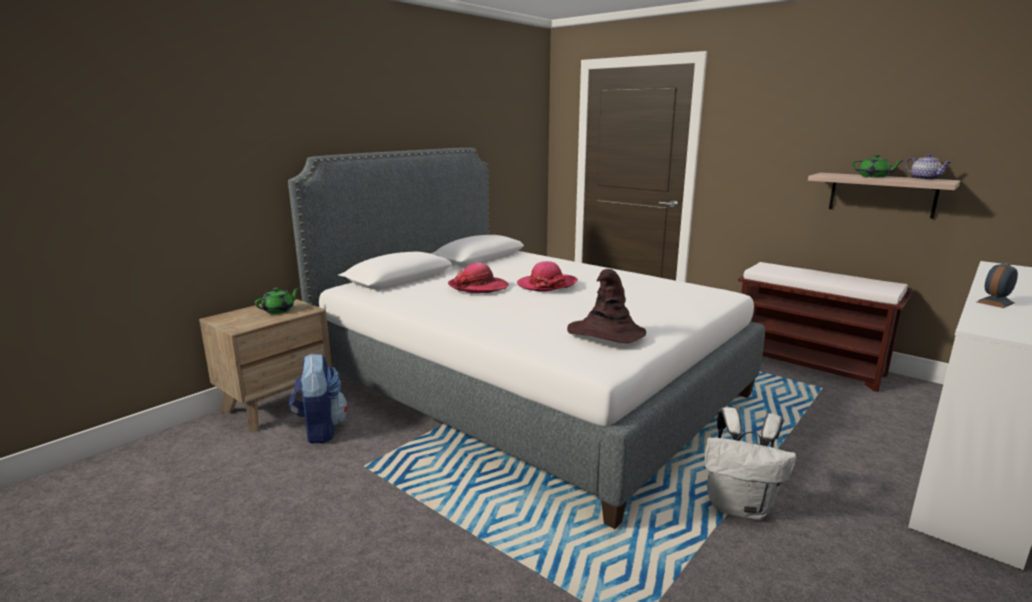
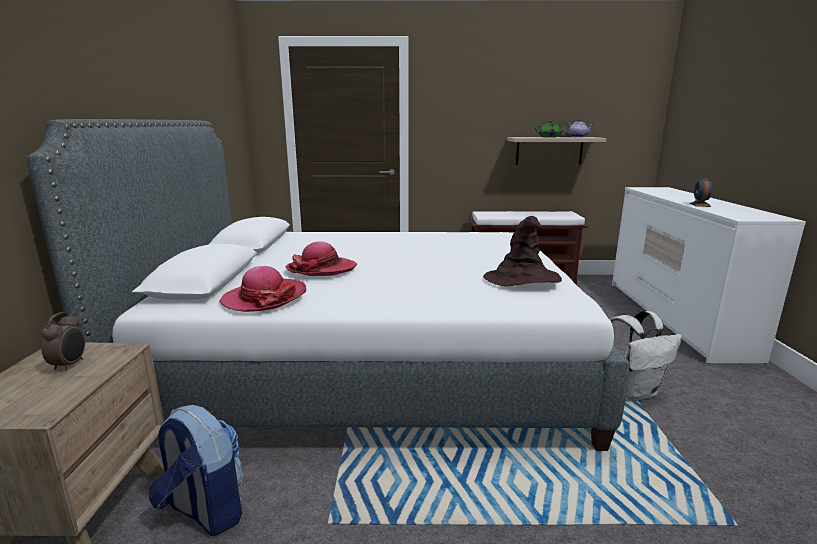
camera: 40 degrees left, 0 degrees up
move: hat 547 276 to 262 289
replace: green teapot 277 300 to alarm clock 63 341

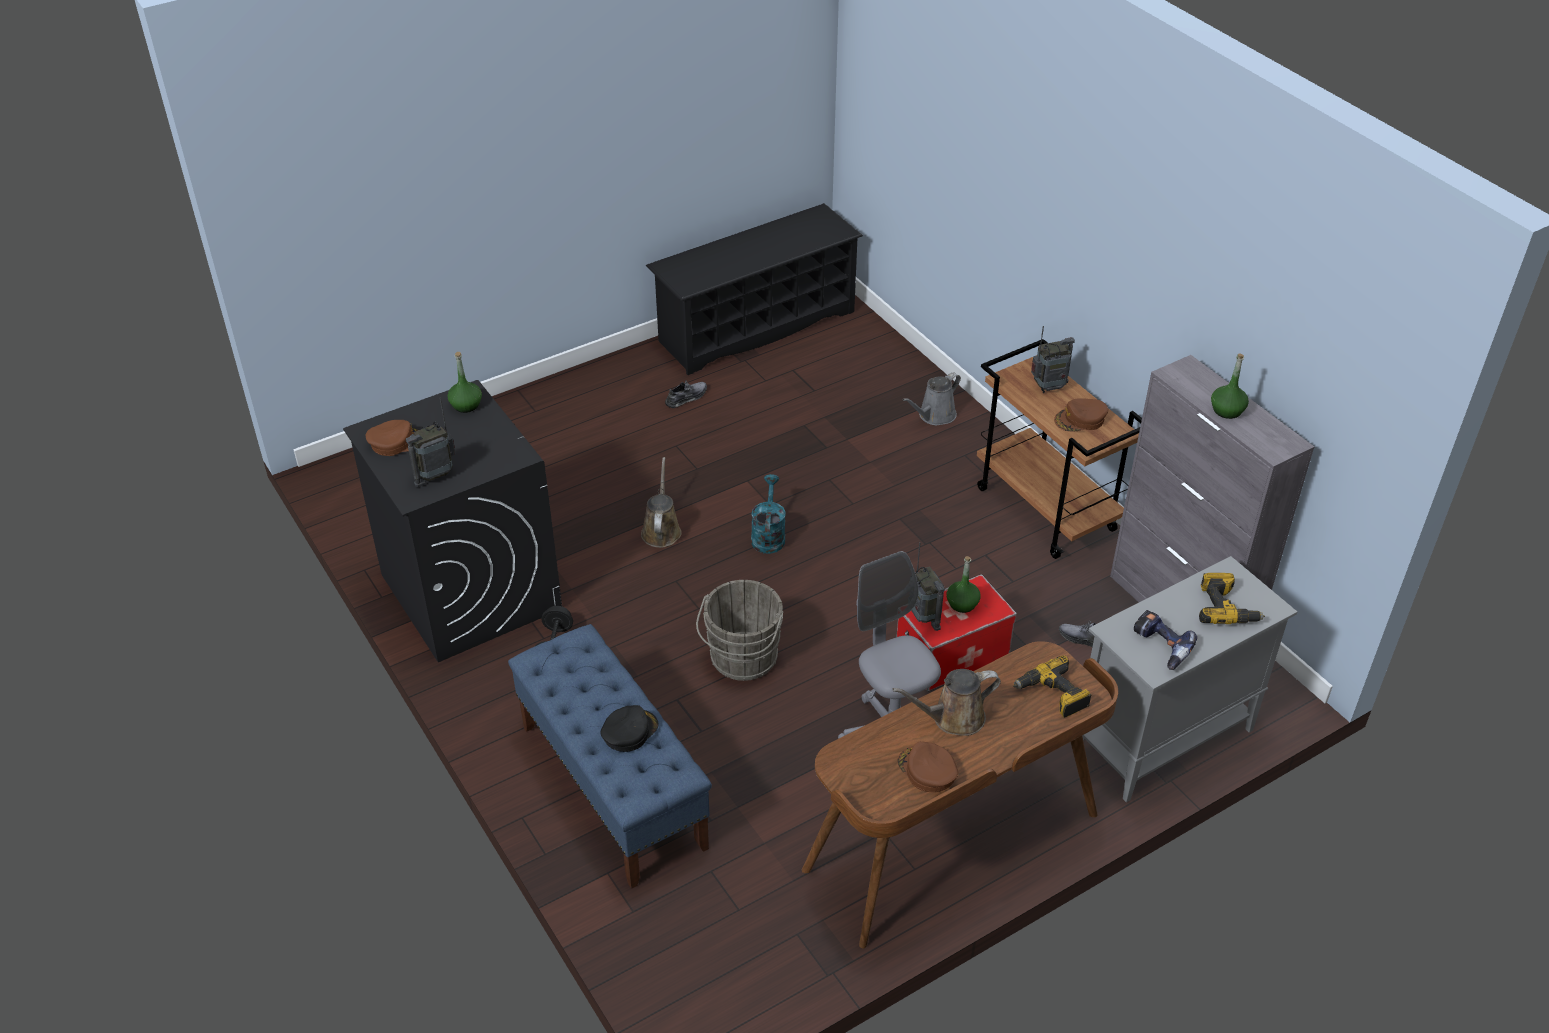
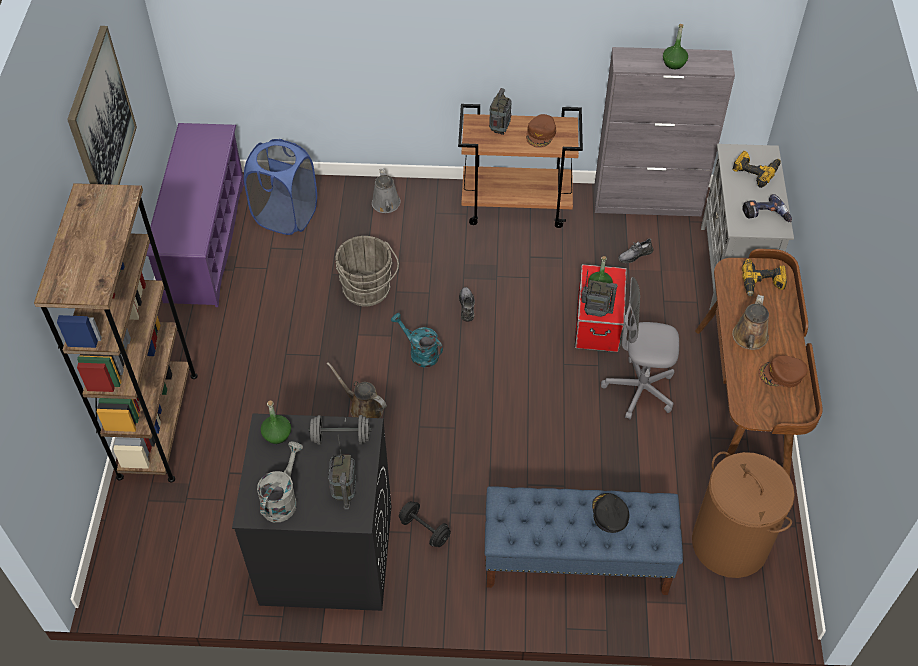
camera: 55 degrees left, 10 degrees up
insert: brown bookcase 116 332; picture 102 105; blue laundry basket 280 187; grey dumbbell 340 430; brown laundry basket 743 514
move: grey shoe 686 394 to 467 304; grey bucket 740 630 to 367 271
replace: brown cap 392 438 to grey watering can 280 481
recolor: black shoe rack 754 289 to purple shoe rack 195 215

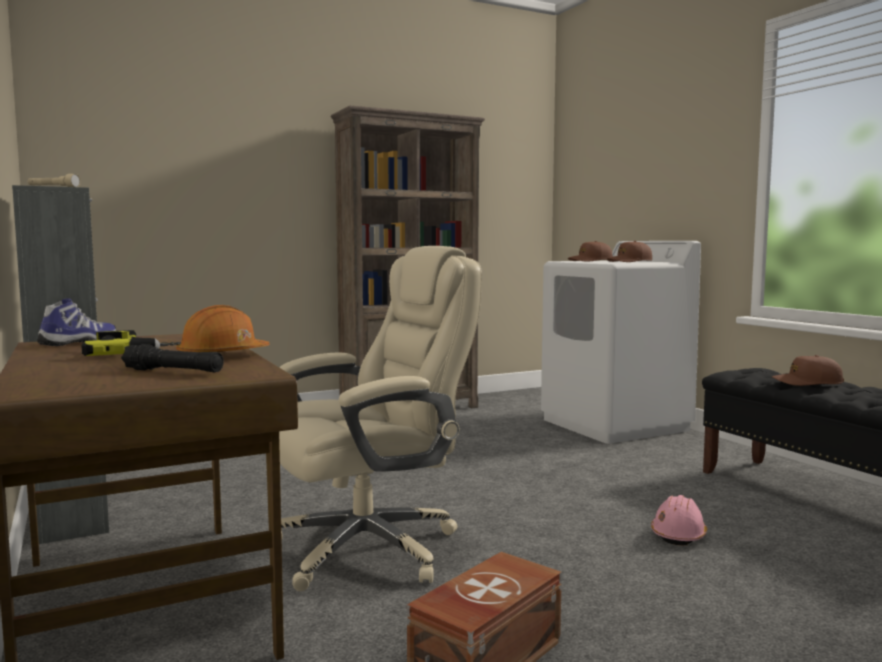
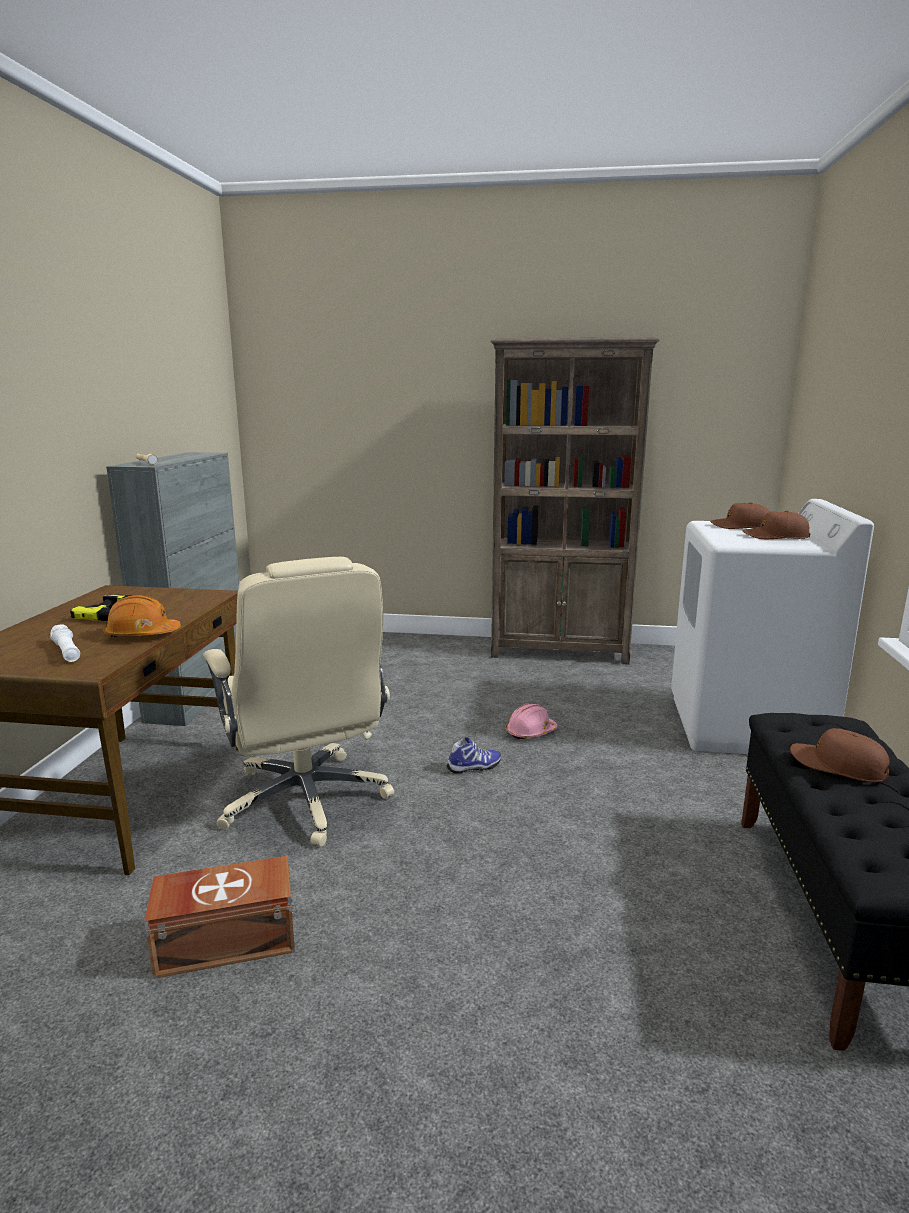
camera: 35 degrees right, 10 degrees up
move: shoe 76 322 to 474 755; pink hard hat 679 520 to 531 721
recolor: black flashlight 172 358 to white flashlight 65 643
rotate: beige office chair 375 418 = 298 702 60 degrees clockwise

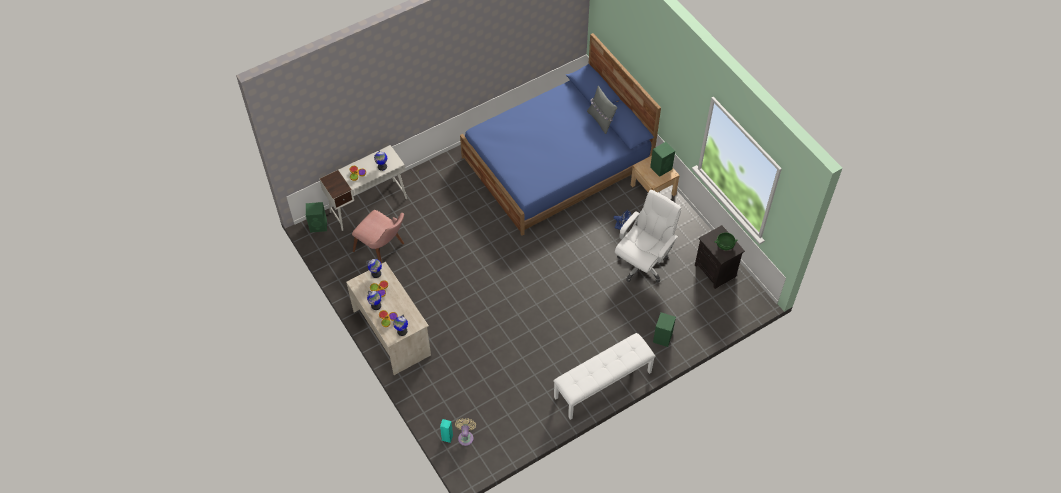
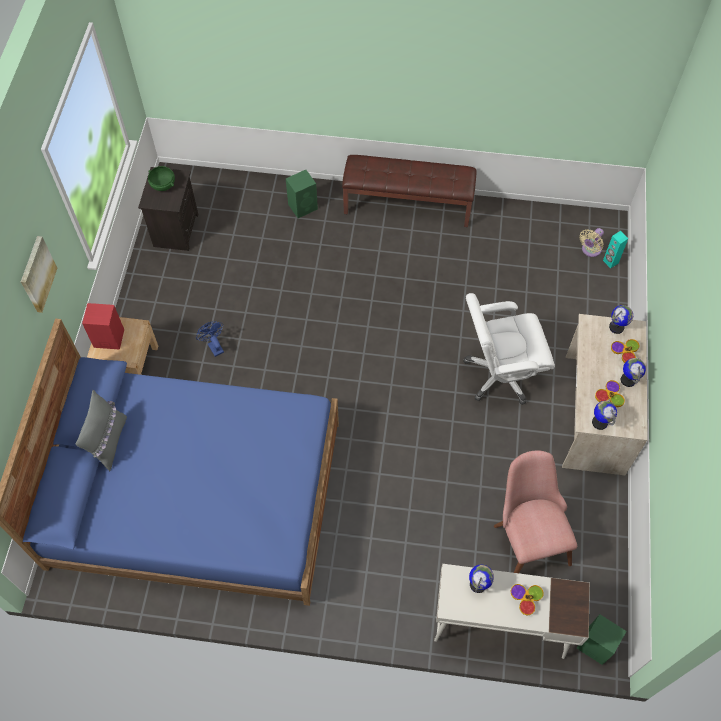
camera: 140 degrees left, 5 degrees up
insert: picture 39 274
move: white office chair 648 236 to 509 349
recolor: white bench 604 376 to brown bench 409 191; green speaker 662 159 to red speaker 103 326

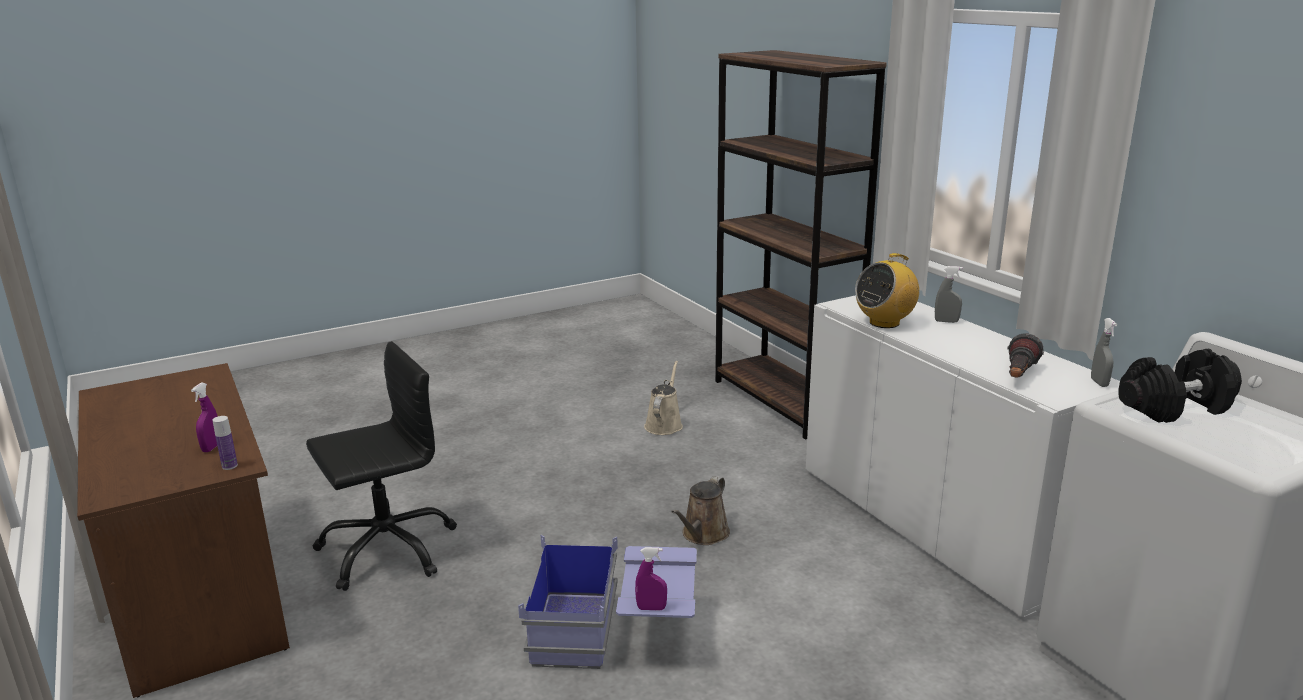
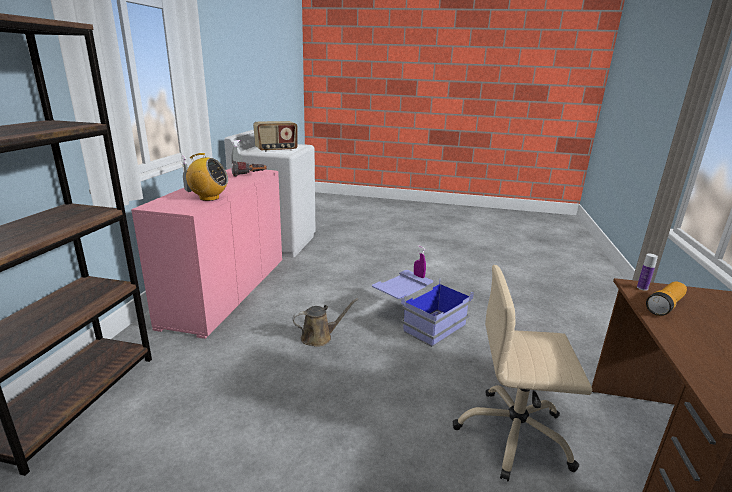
camera: 140 degrees left, 0 degrees up
delete: beige watering can 663 398
replace: purple spray bottle 204 417 to flashlight 666 298; black dumbbell 1180 385 to radio 275 136
recolor: black office chair 381 466 to beige office chair 522 373; white cabinet 963 457 to pink cabinet 206 253

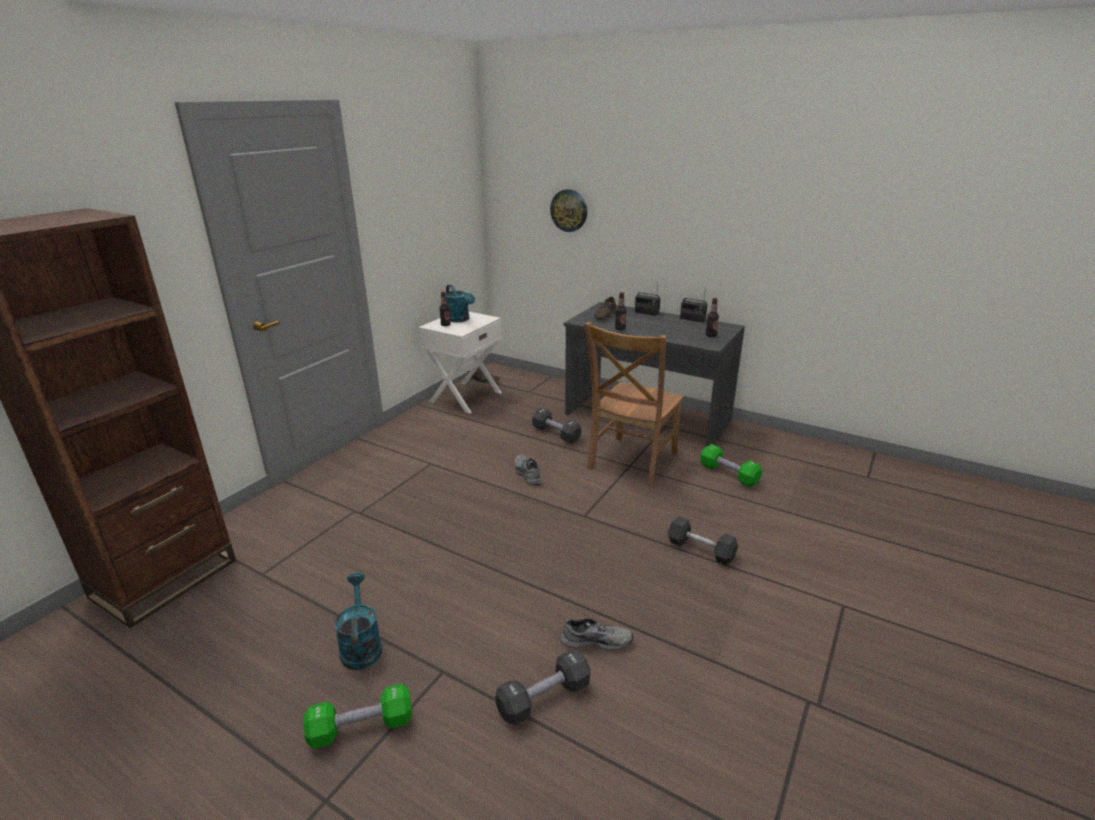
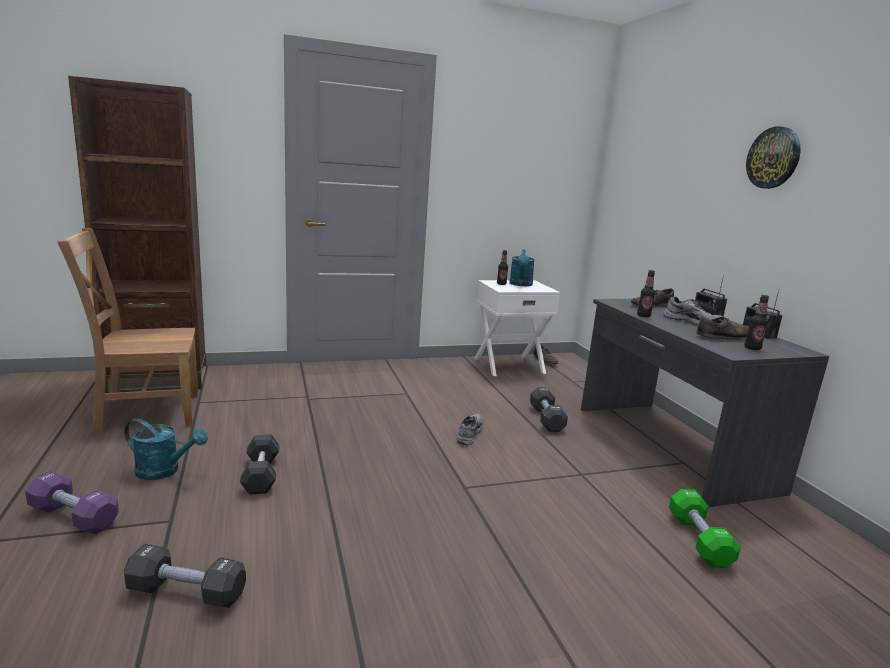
camera: 40 degrees right, 10 degrees down
insert: brown shoe 722 328
move: wall clock 568 210 to 773 157; grey shoe 597 634 to 693 311; brown chair 634 404 to 127 331; grey dumbbell 703 540 to 260 464
recolor: green dumbbell 357 716 to purple dumbbell 72 502
rotate: turquoise watering can 358 621 = 166 449 75 degrees clockwise

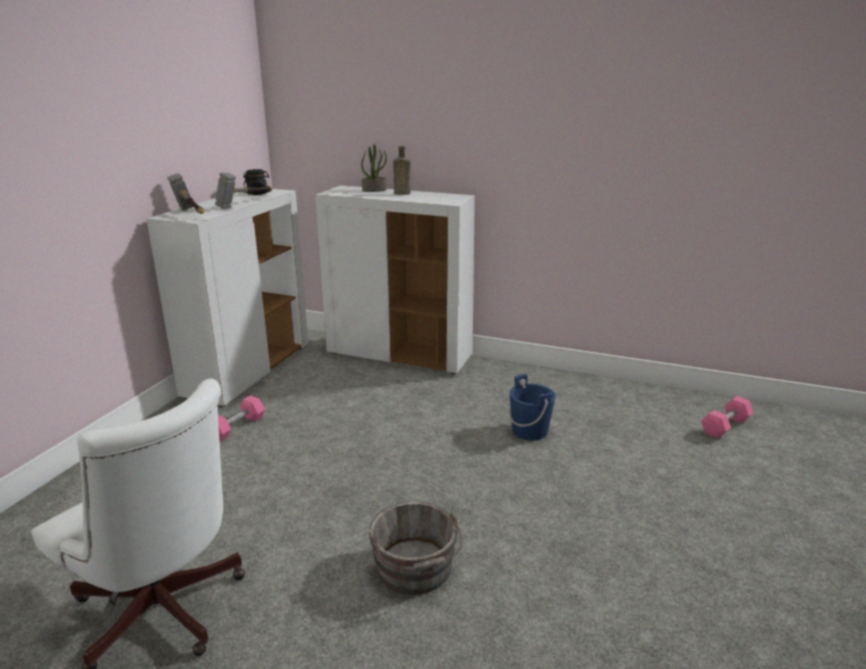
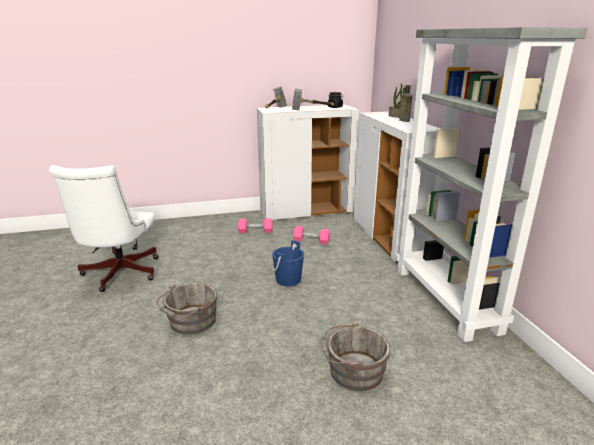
camera: 55 degrees right, 0 degrees up
insert: grey bucket 356 356; grey bookcase 492 184
move: blue bucket 532 407 to 288 263; pink dumbbell 727 417 to 311 235

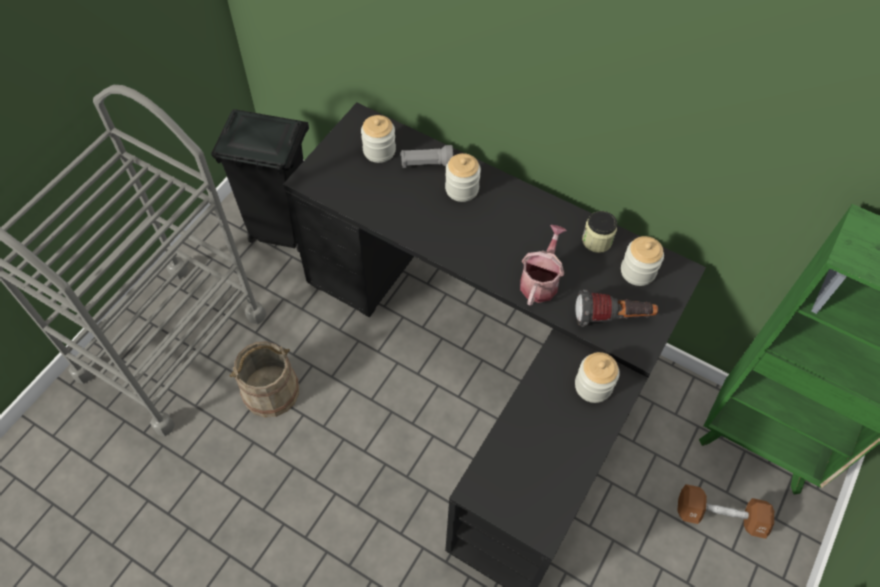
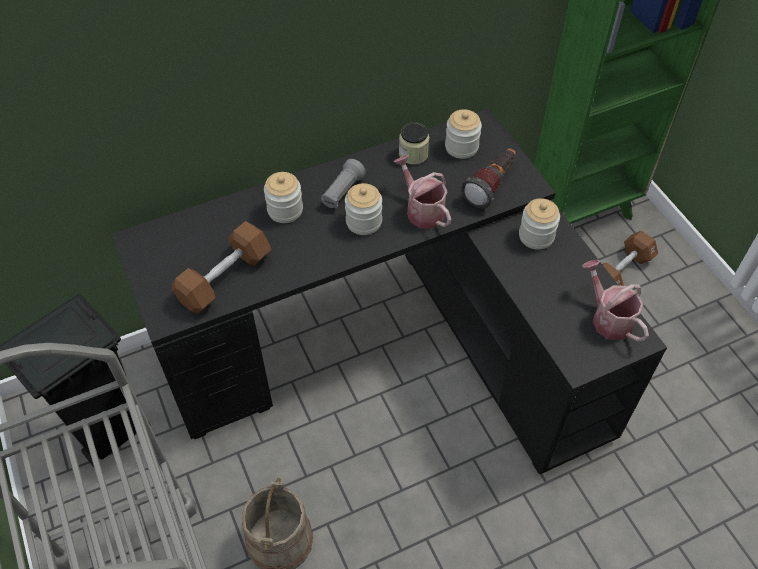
camera: 55 degrees left, 5 degrees down
insert: brown dumbbell 221 267; watering can 615 300
move: jar 378 139 to 363 209; grey flashlight 426 156 to 343 183

